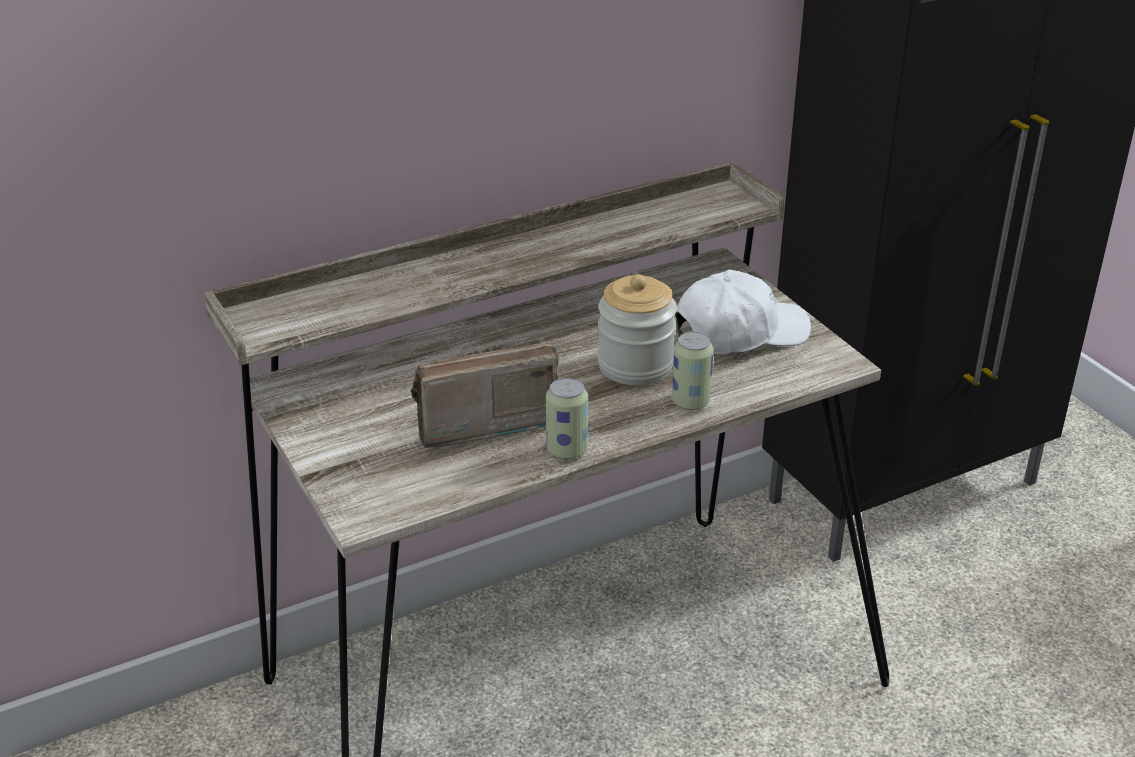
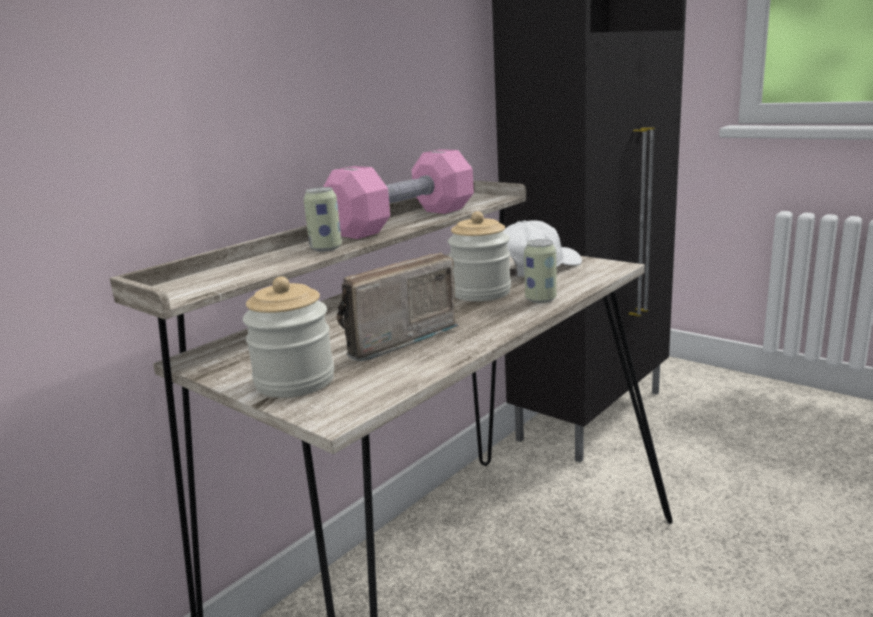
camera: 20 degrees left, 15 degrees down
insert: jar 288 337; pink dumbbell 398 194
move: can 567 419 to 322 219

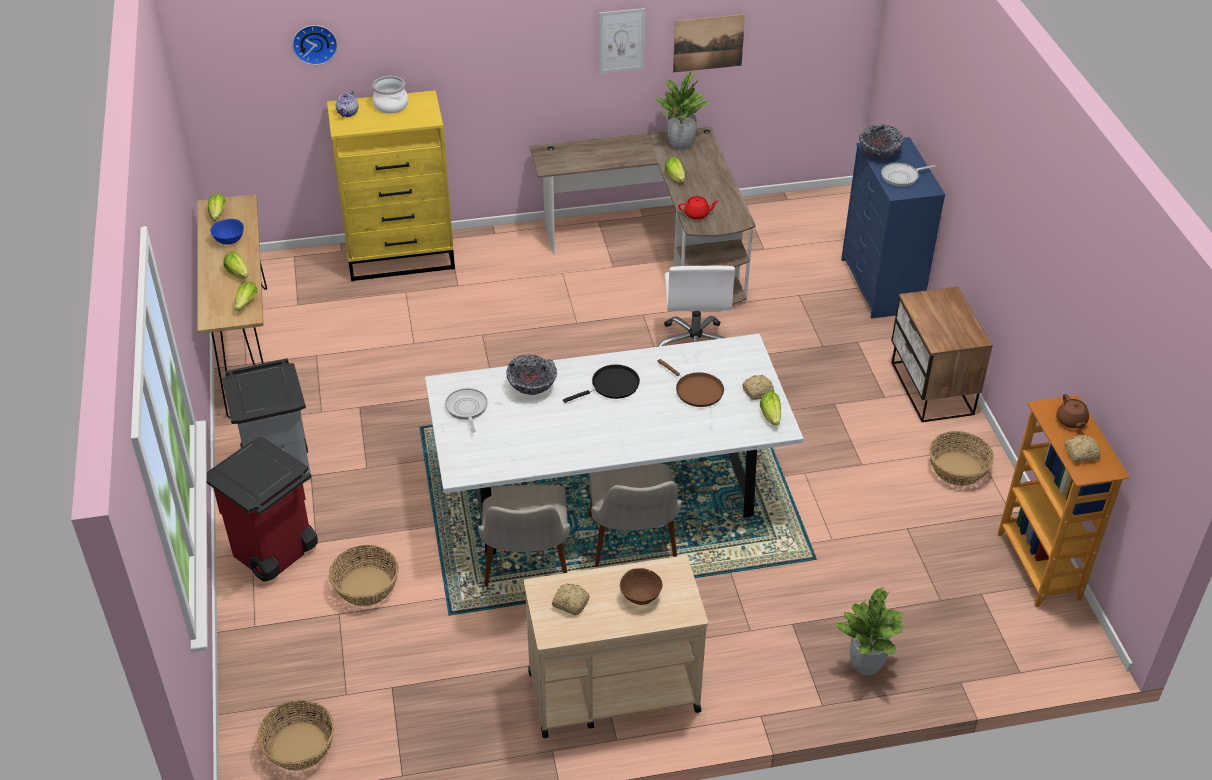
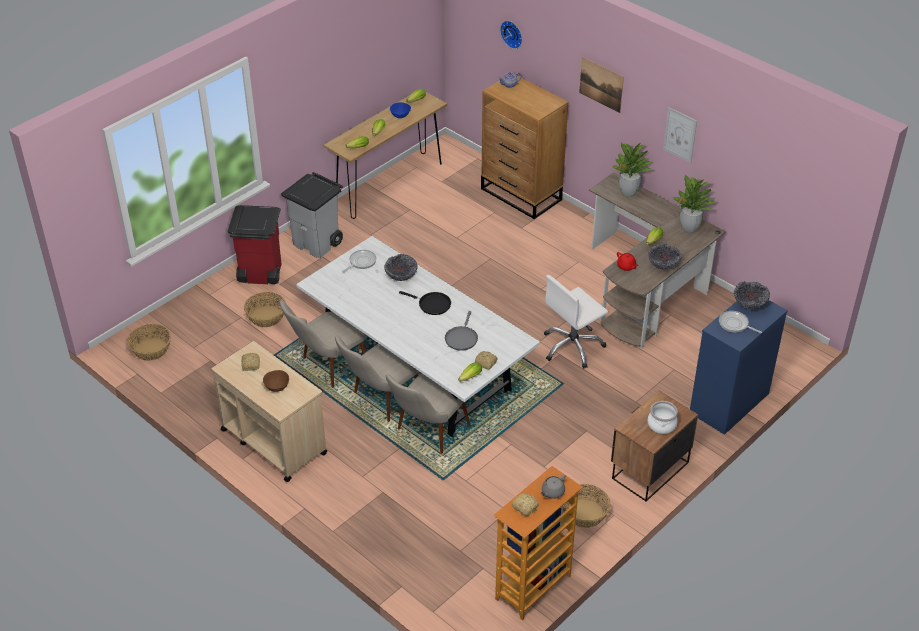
camera: 55 degrees right, 0 degrees up
insert: beige chair 428 413; bowl 665 256
move: cooking pot 390 95 to 663 417; picture 709 43 to 601 85; potted plant 870 632 to 632 170
recolor: yellow dresser 391 185 to brown dresser 524 147; brown frying pan 691 383 to grey frying pan 461 331; brown teapot 1073 411 to grey teapot 553 487

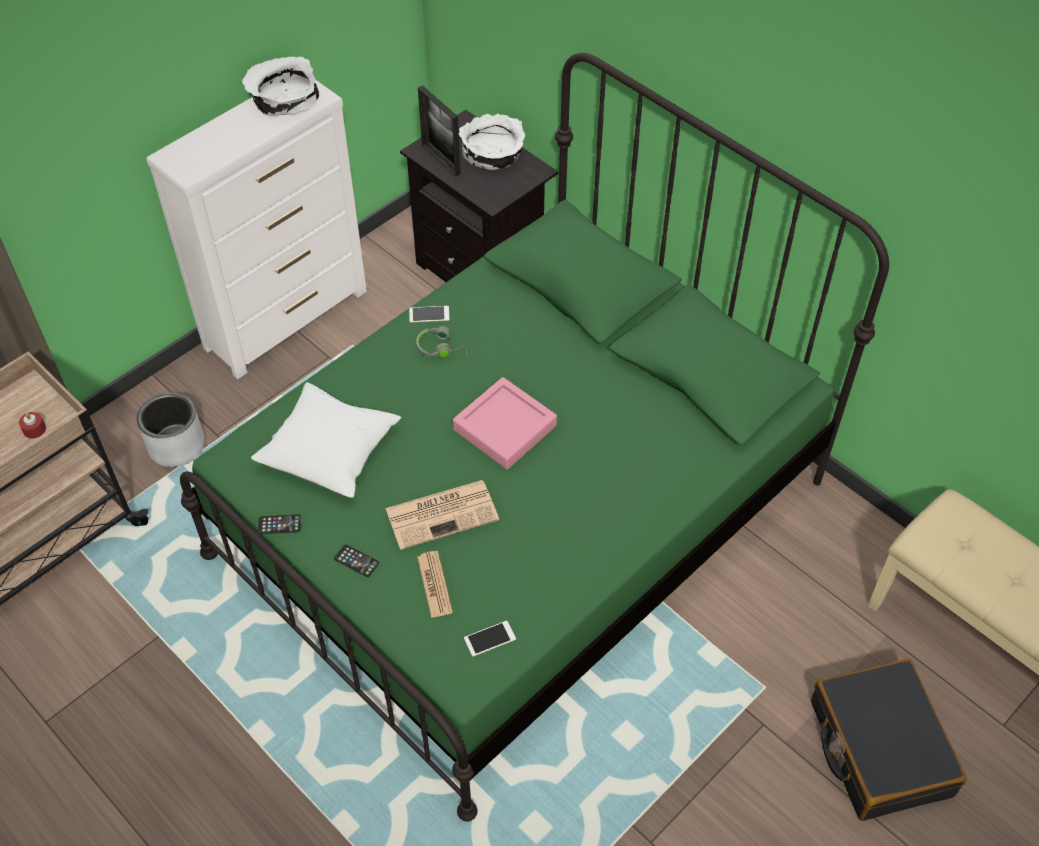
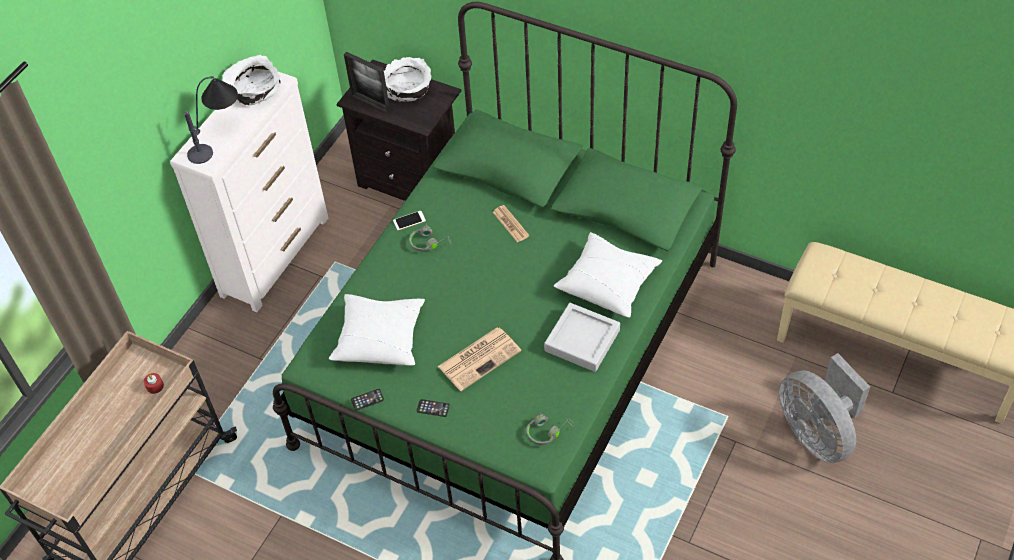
camera: 15 degrees left, 0 degrees up
delete: grey planter 171 430; pink tray 505 423
insert: table lamp 211 120; grey tray 582 337; white pillow 608 275
move: newspaper 435 584 to 511 224
replace: phone 490 639 to grey headphones 550 429; black suitcase 889 739 to grey fan 824 408

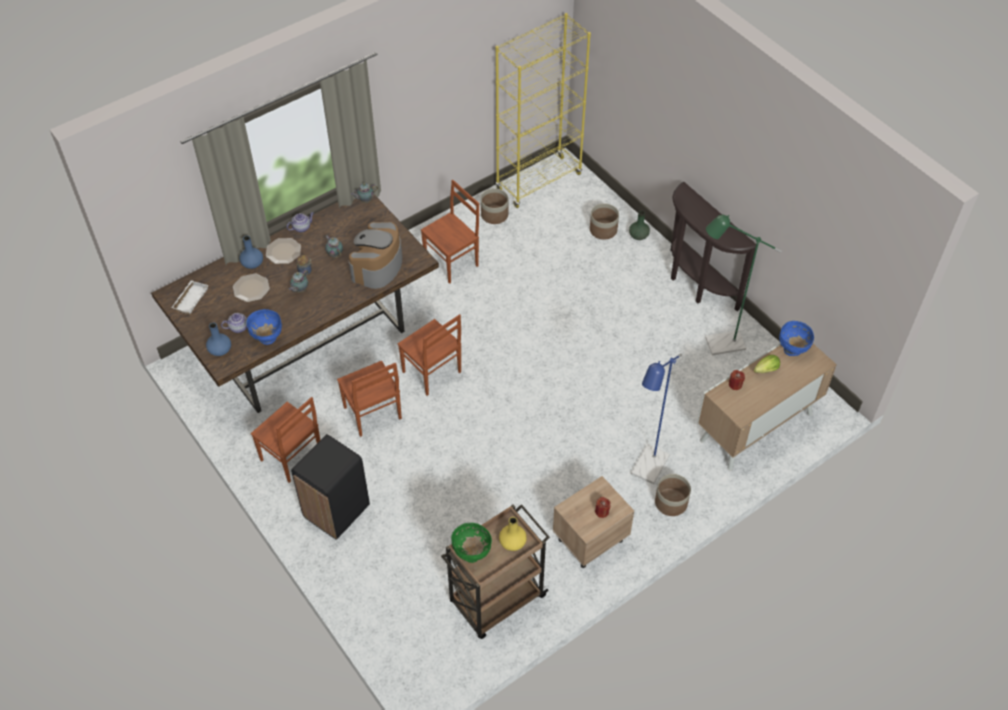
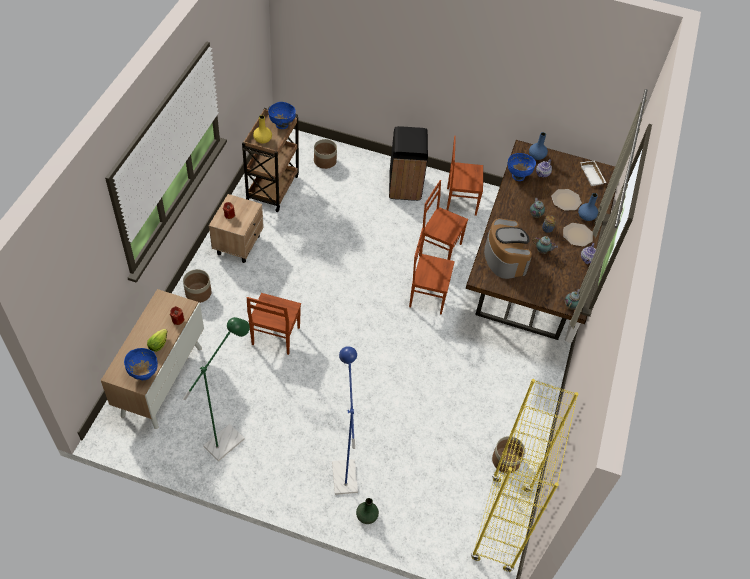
camera: 140 degrees right, 0 degrees up
delete: brown console table 713 246
move: brown chair 450 232 to 274 324; planter 604 221 to 325 154; blue floor lamp 656 419 to 345 420
recolor: green bowl 471 543 to blue bowl 282 115

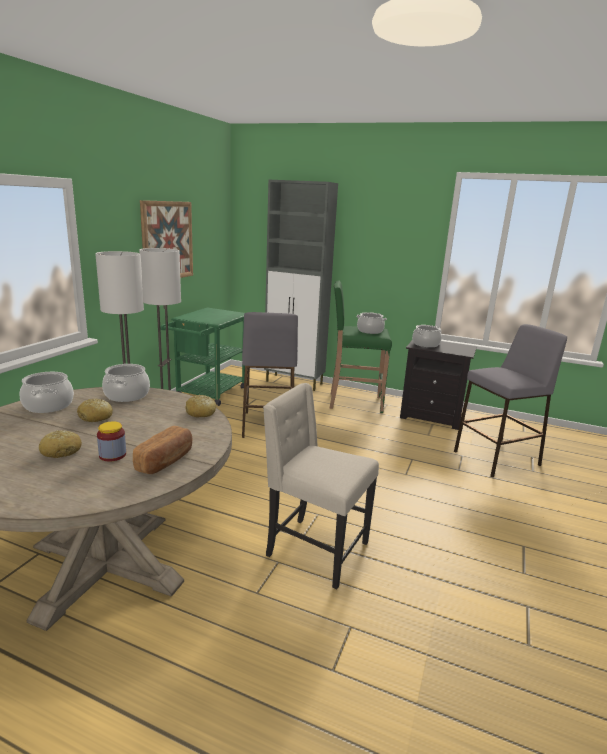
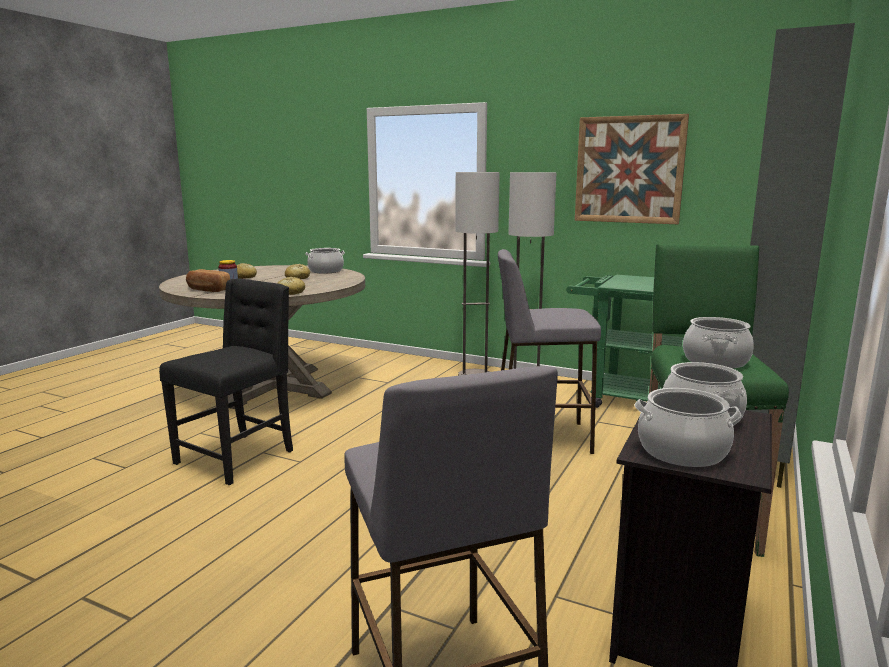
camera: 95 degrees right, 5 degrees down
move: cooking pot 126 383 to 688 427
recolor: beige chair 321 486 to black chair 226 381

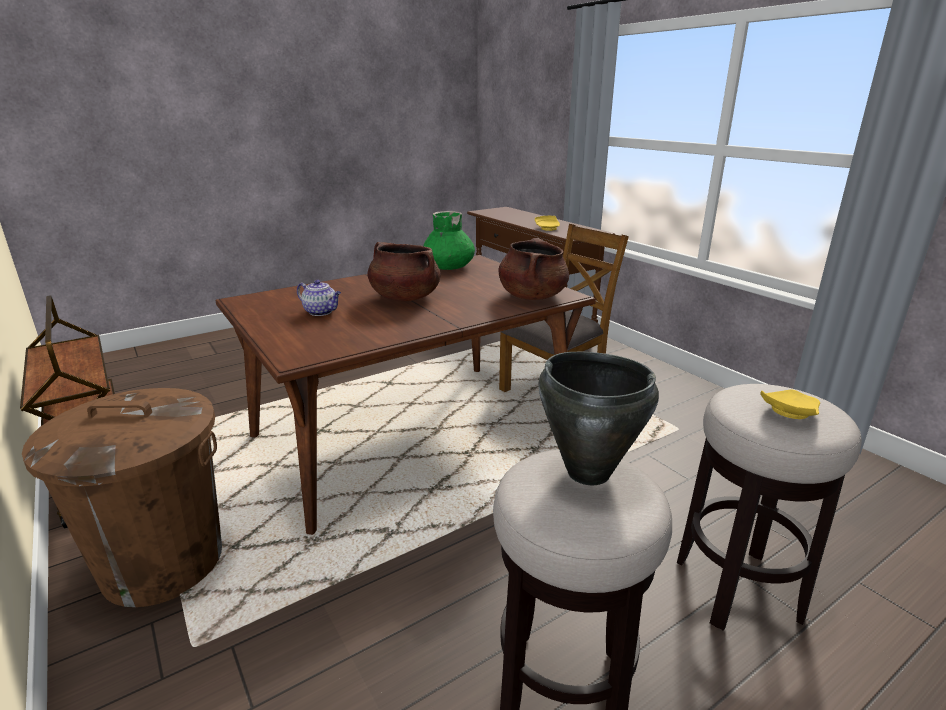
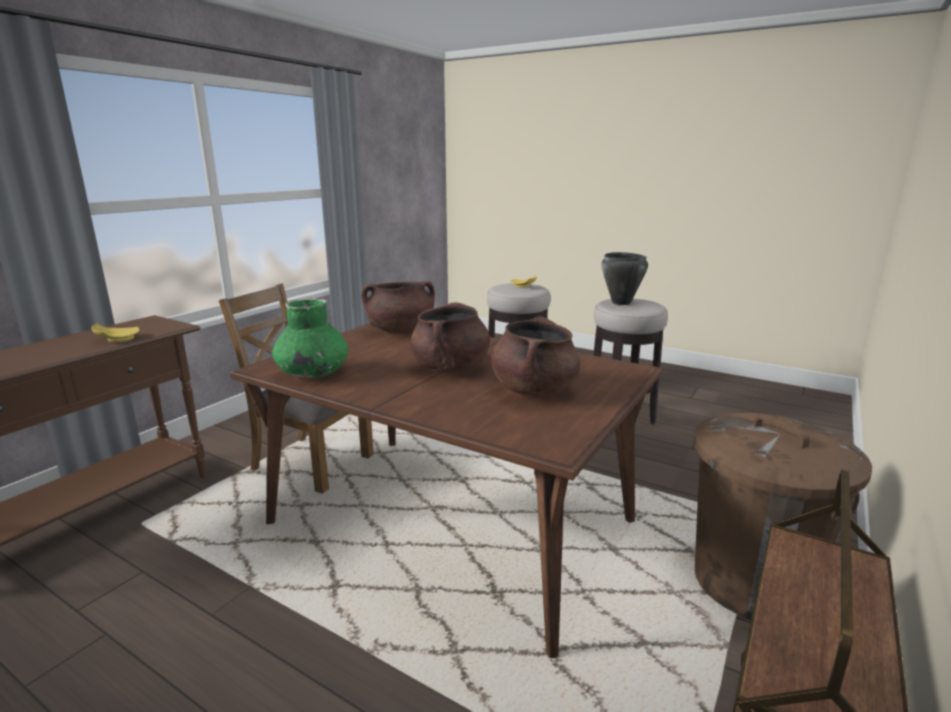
camera: 115 degrees left, 5 degrees down
replace: teapot 319 298 to brown cooking pot 535 356

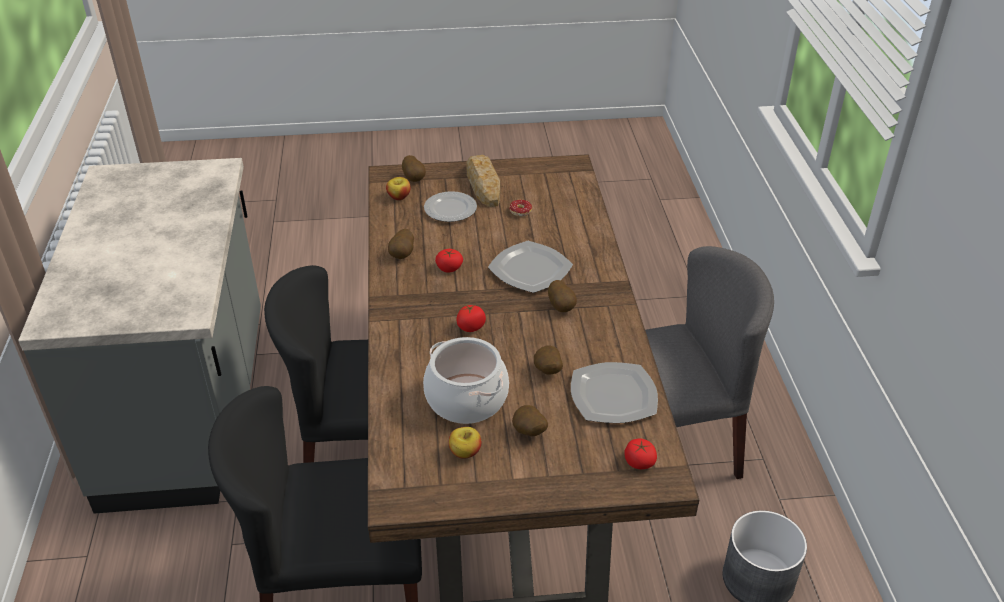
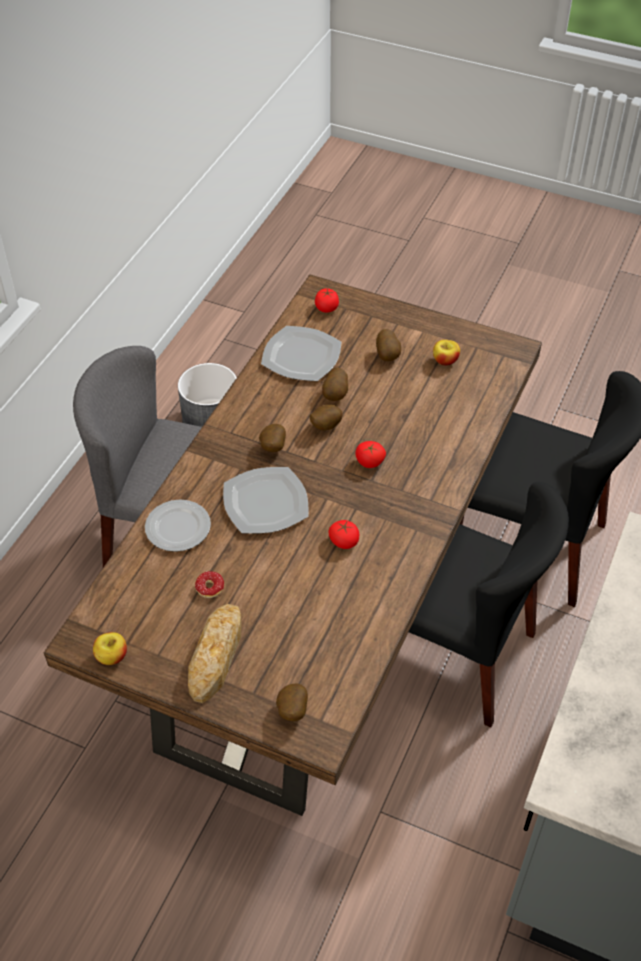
camera: 150 degrees left, 10 degrees up
delete: cooking pot 466 380
move: apple 398 188 to 110 648; potato 401 244 to 326 417; plate 450 206 to 178 526

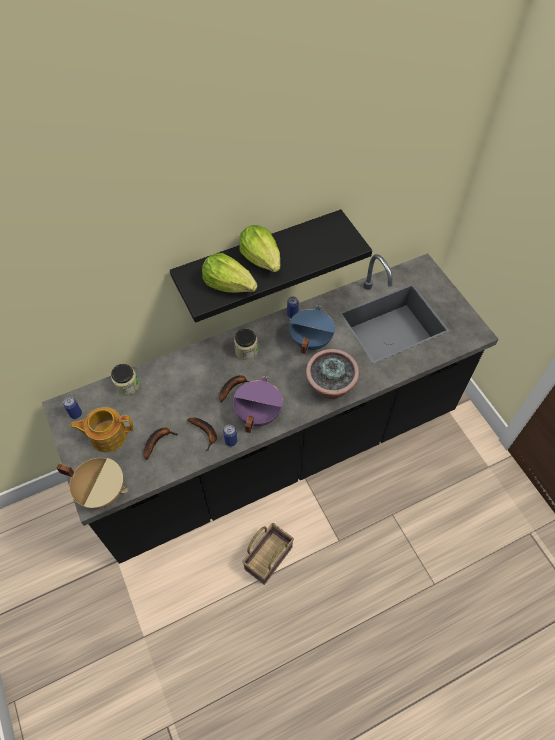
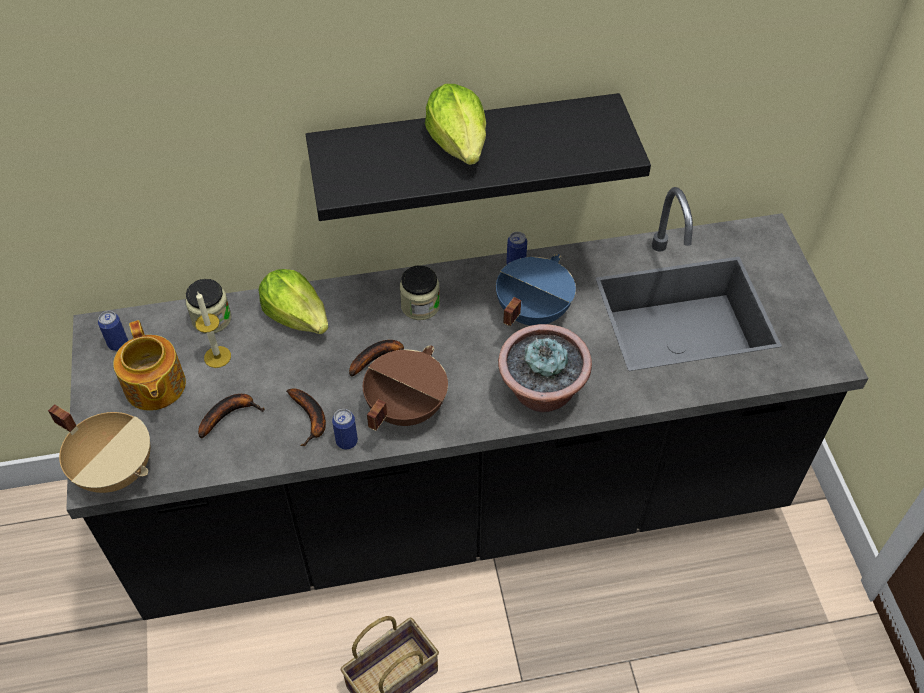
camera: 15 degrees right, 5 degrees down
insert: candle 213 330
move: lettuce 230 273 to 293 301
recolor: purple cooking pot 258 404 to brown cooking pot 405 388
rotate: teapot 101 429 = 149 365 120 degrees counterclockwise

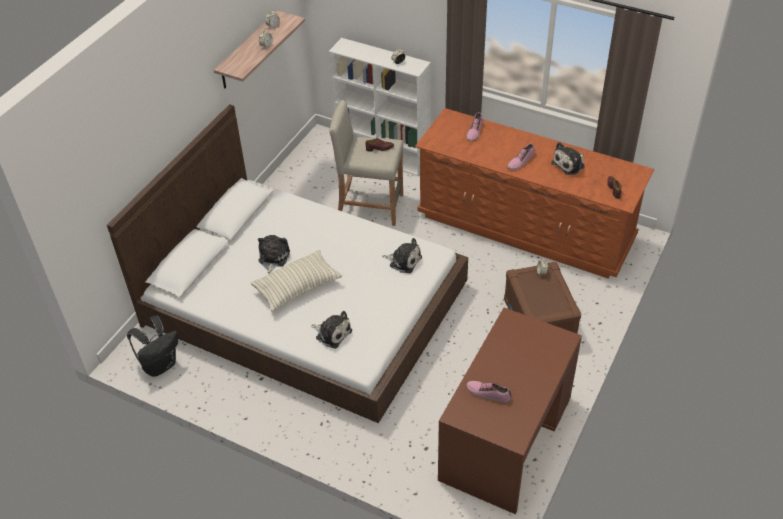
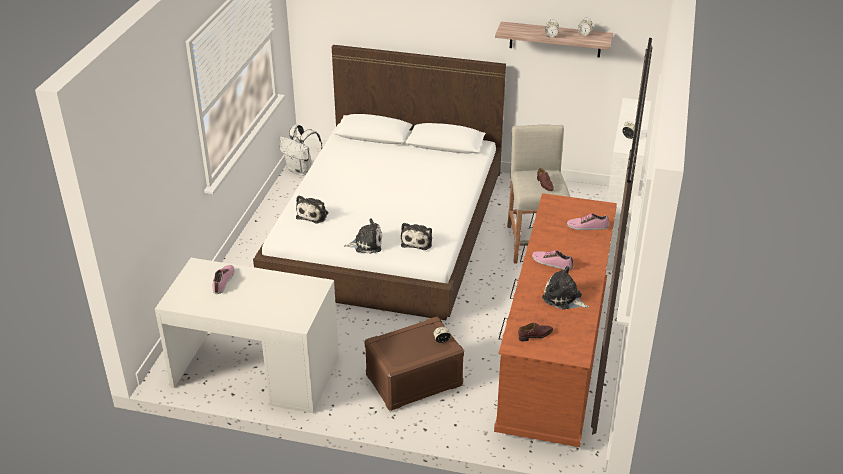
camera: 75 degrees right, 10 degrees down
delete: pillow 296 281
move: plush toy 274 254 to 363 236
recolor: black backpack 152 346 to white backpack 301 150; brown desk 510 411 to white desk 247 335

